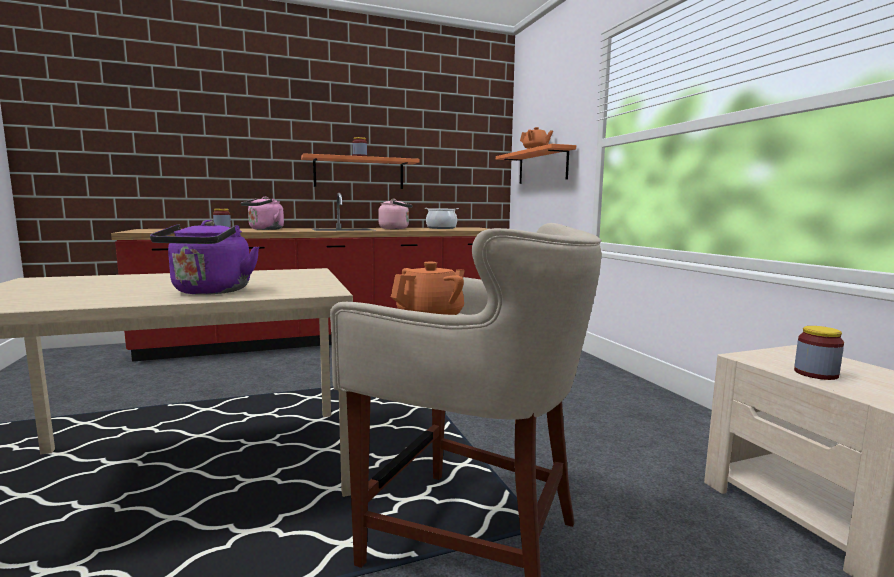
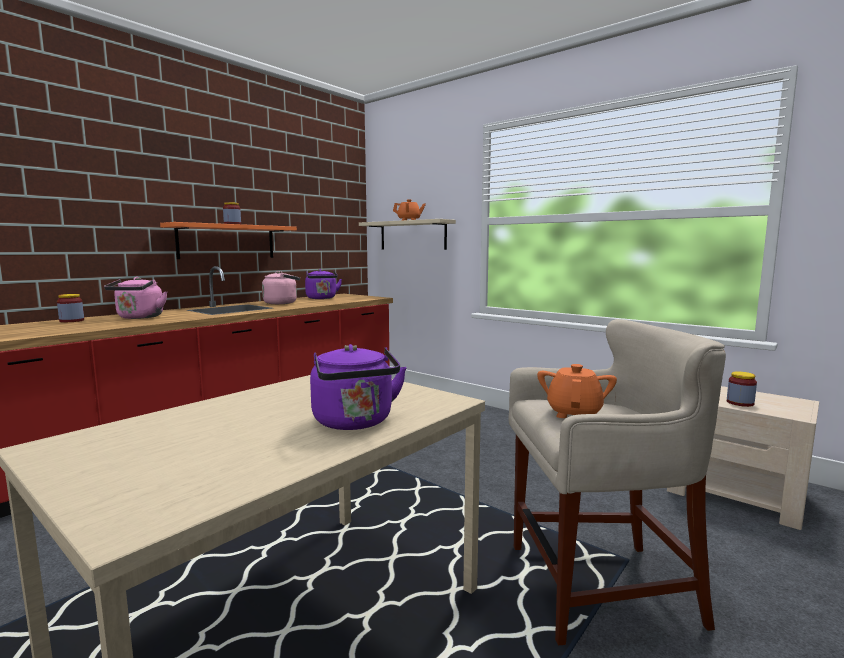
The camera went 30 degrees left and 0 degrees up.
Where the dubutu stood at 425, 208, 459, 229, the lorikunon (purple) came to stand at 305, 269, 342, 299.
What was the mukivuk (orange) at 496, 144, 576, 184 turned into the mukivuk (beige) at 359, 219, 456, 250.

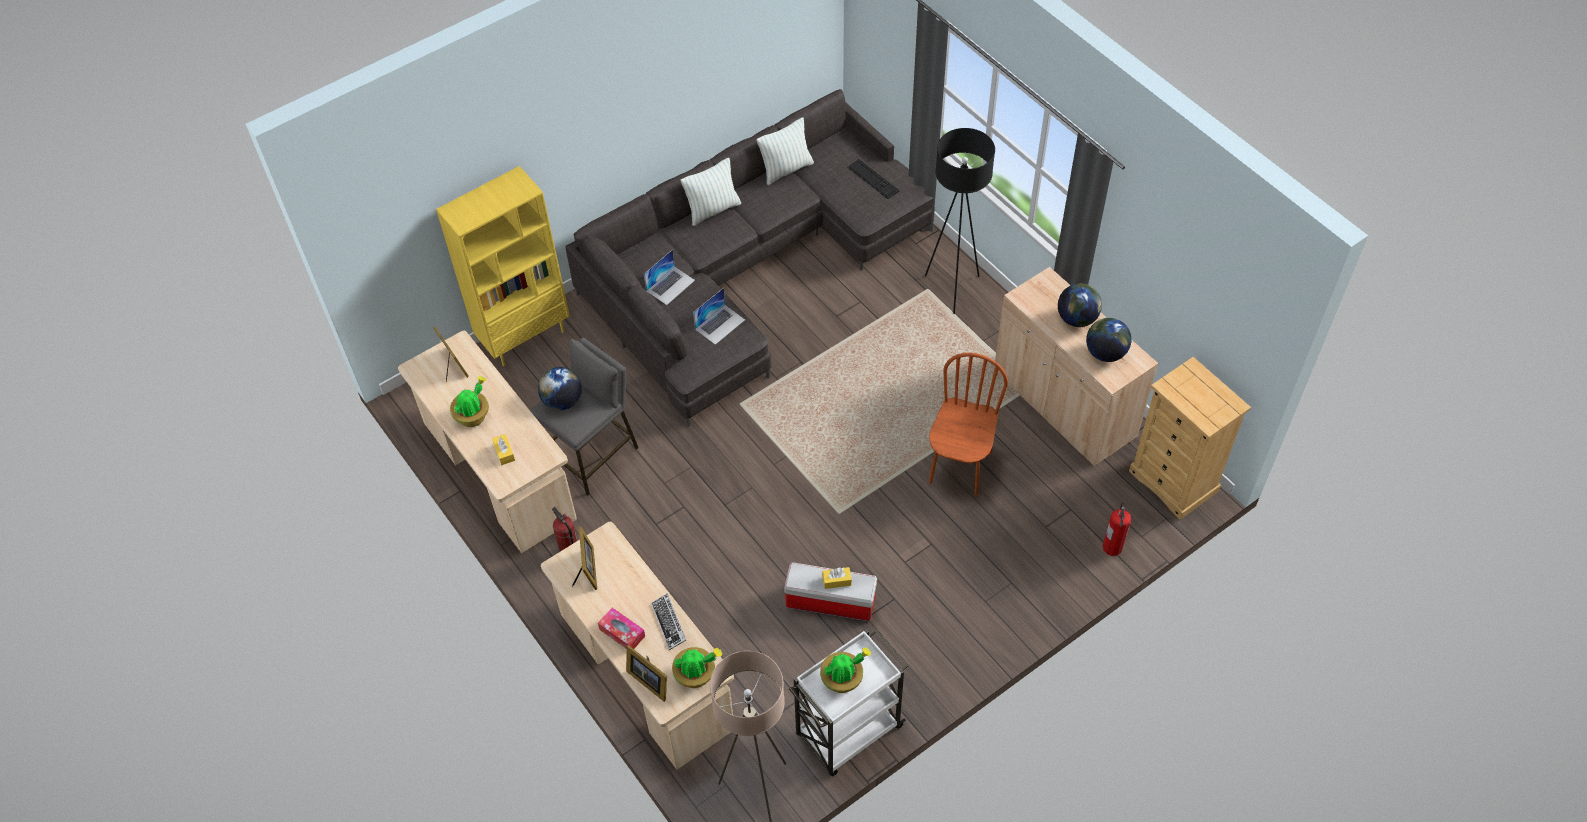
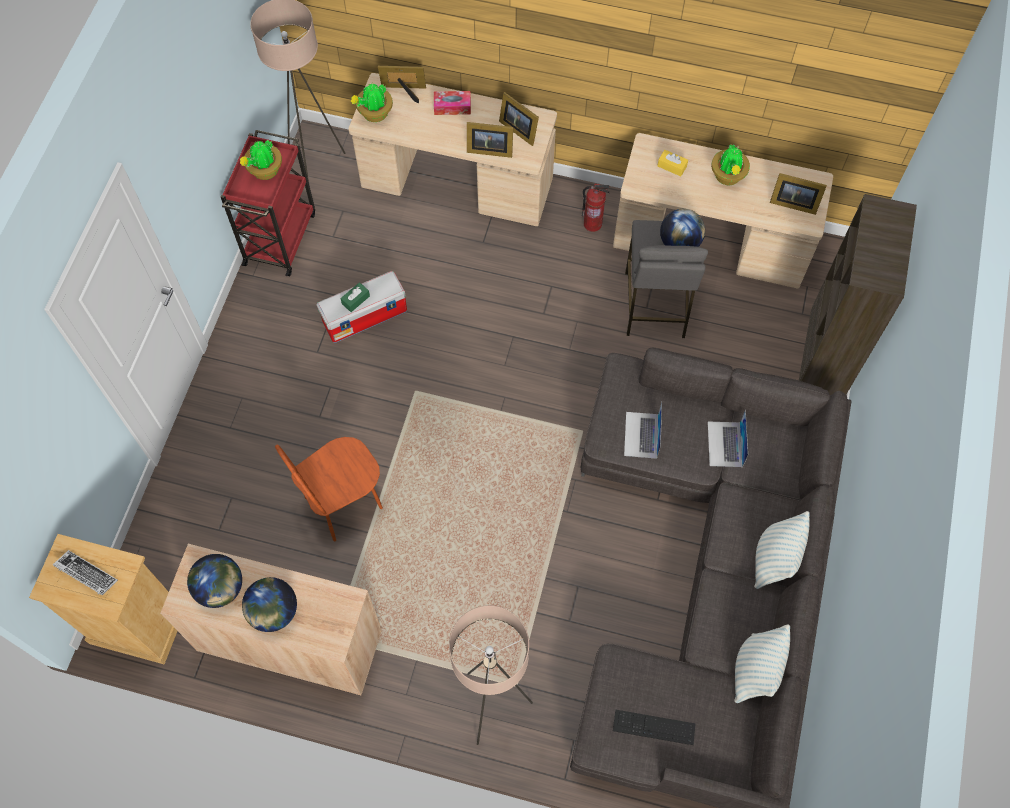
The camera went 140 degrees right and 10 degrees up.
The second view lost the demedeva at 1103, 502, 1131, 556.
The second view gained the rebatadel at 467, 122, 513, 158.
The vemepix ended up elsewhere, having gone from 651, 594, 686, 650 to 53, 550, 118, 596.
What was the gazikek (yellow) at 436, 166, 570, 366 turned into the gazikek (brown) at 799, 194, 917, 395.
What was the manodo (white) at 789, 629, 908, 776 turned into the manodo (red) at 221, 130, 315, 276.
What was the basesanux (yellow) at 822, 567, 852, 589 turned into the basesanux (green) at 341, 282, 370, 312.
What was the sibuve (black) at 925, 128, 995, 314 turned into the sibuve (beige) at 449, 605, 533, 745.
The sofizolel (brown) at 929, 353, 1008, 496 ended up facing another way, 75 degrees clockwise from before.

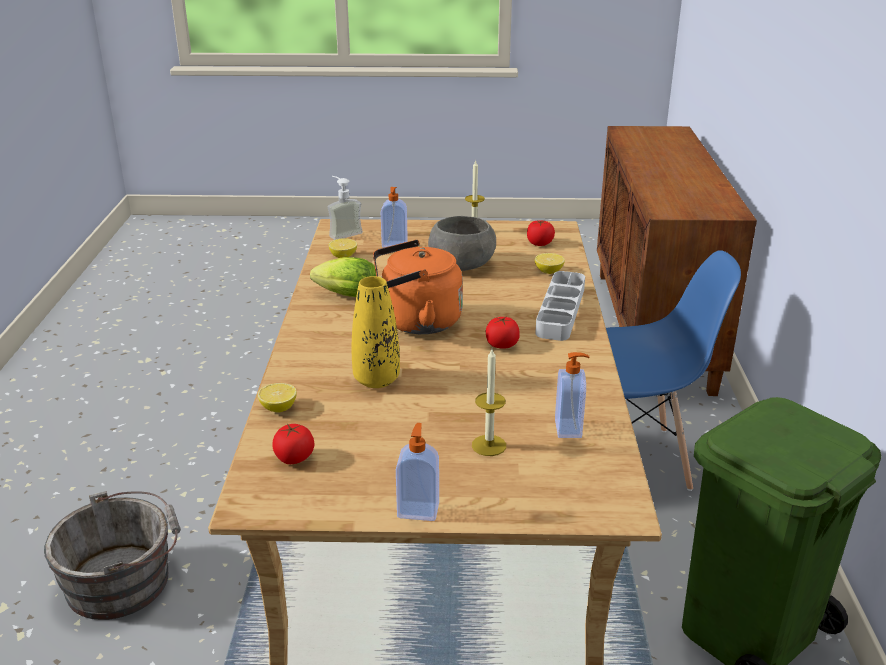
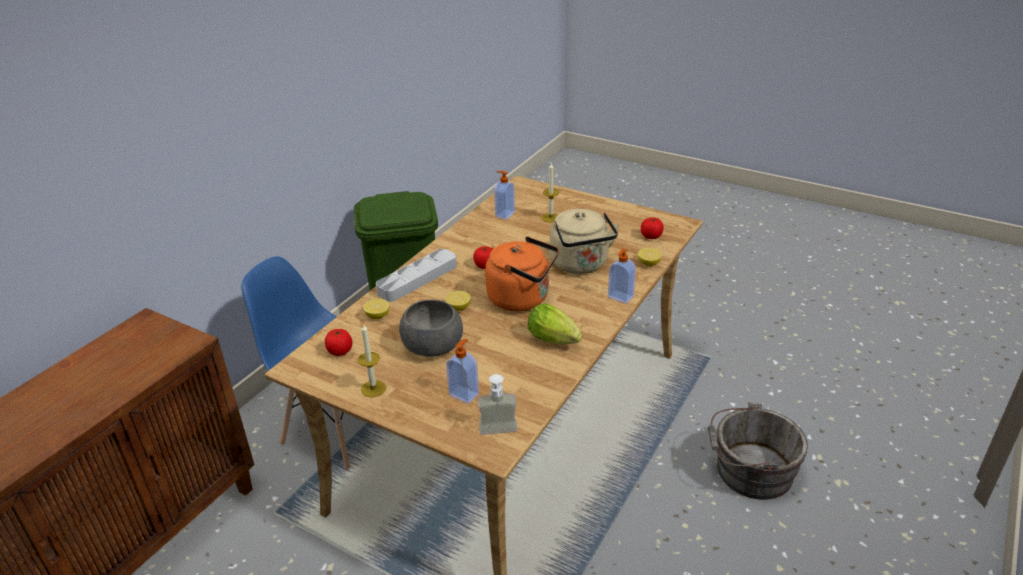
The camera went 150 degrees left and 5 degrees up.
The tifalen ended up elsewhere, having gone from 329, 238, 357, 258 to 445, 291, 471, 311.
The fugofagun ended up elsewhere, having gone from 396, 423, 439, 521 to 608, 249, 636, 304.
Where the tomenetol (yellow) stood at 352, 276, 400, 388, the lorikunon (beige) came to stand at 550, 209, 620, 274.

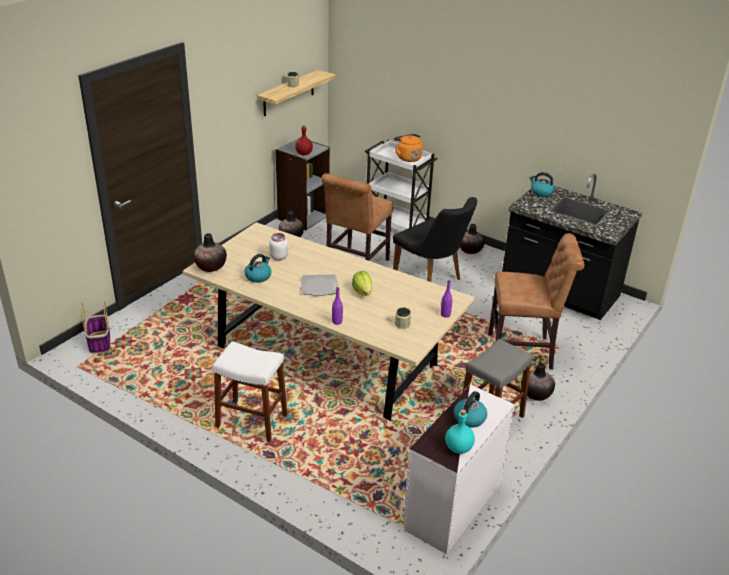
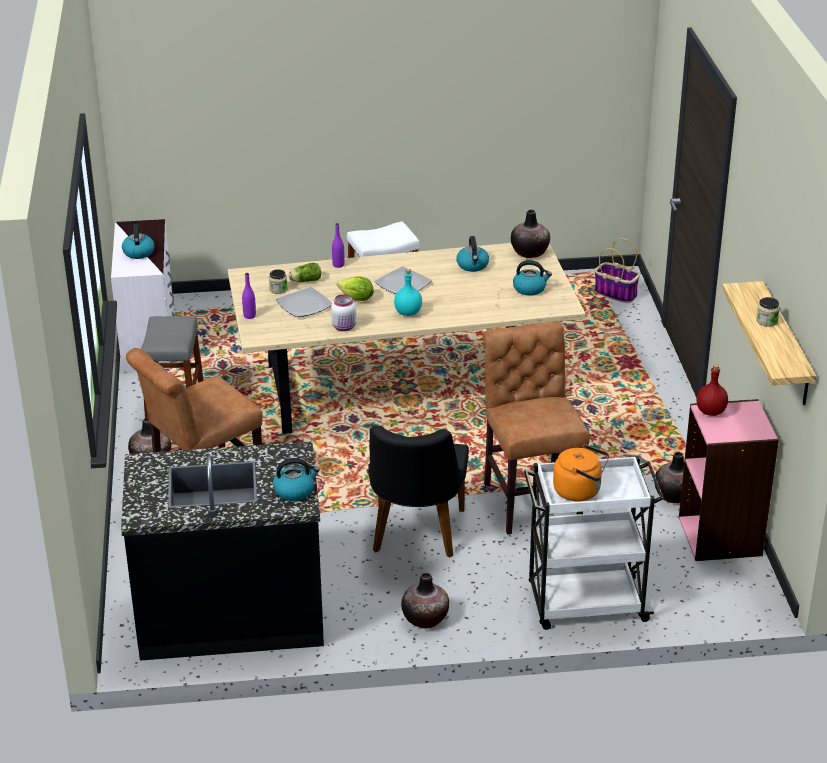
The camera went 140 degrees right and 0 degrees up.
The second view gained the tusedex at 276, 287, 332, 317.
The second view gained the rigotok at 289, 263, 321, 282.
The second view gained the lorikunon at 513, 260, 552, 296.
The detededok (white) ended up elsewhere, having gone from 269, 233, 288, 260 to 331, 294, 356, 331.
The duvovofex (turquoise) ended up elsewhere, having gone from 445, 409, 475, 454 to 394, 269, 422, 316.
What was the gazikek (grey) at 275, 138, 330, 230 turned into the gazikek (pink) at 679, 399, 779, 561.
The sofizolel (black) at 393, 197, 477, 282 ended up facing another way, 90 degrees counterclockwise from before.

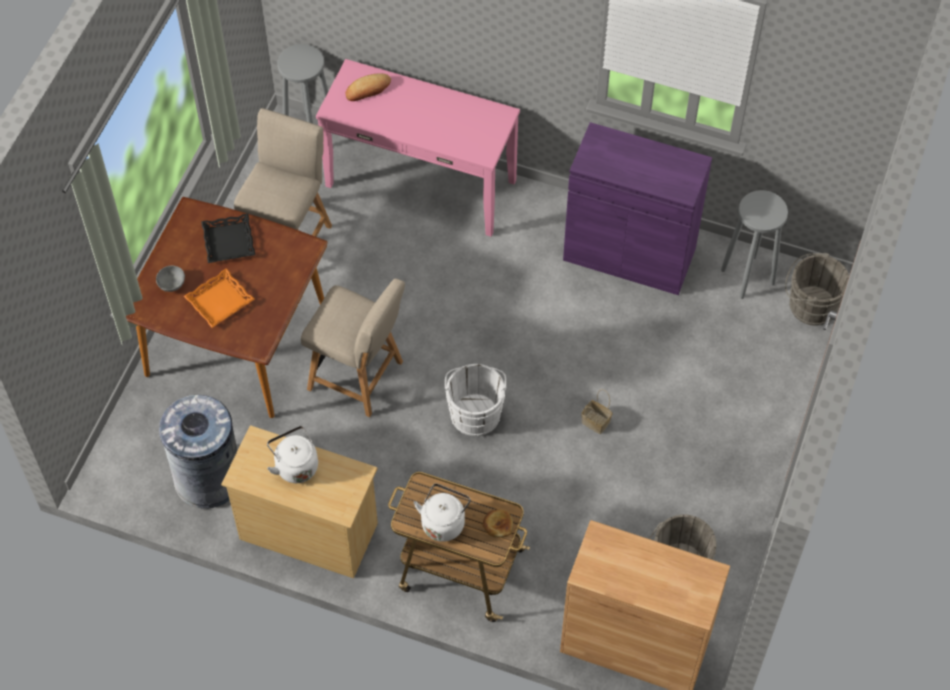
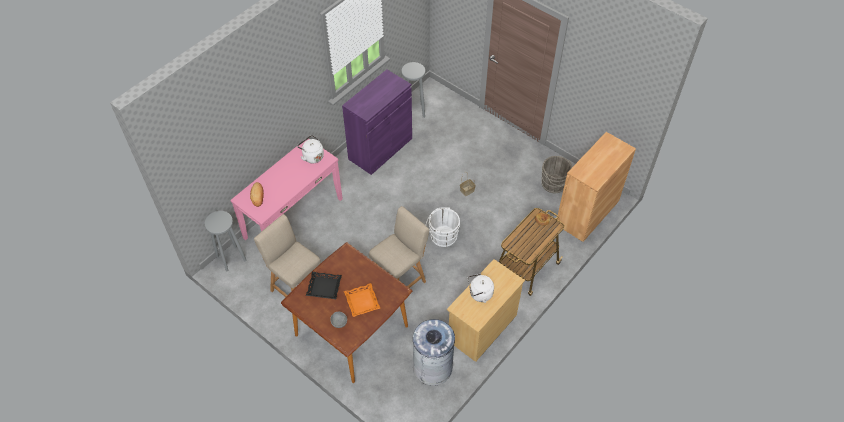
The camera went 70 degrees left and 5 degrees down.
The second view lost the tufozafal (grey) at 785, 253, 849, 326.
The lorikunon (white) ended up elsewhere, having gone from 414, 484, 471, 542 to 297, 135, 324, 163.

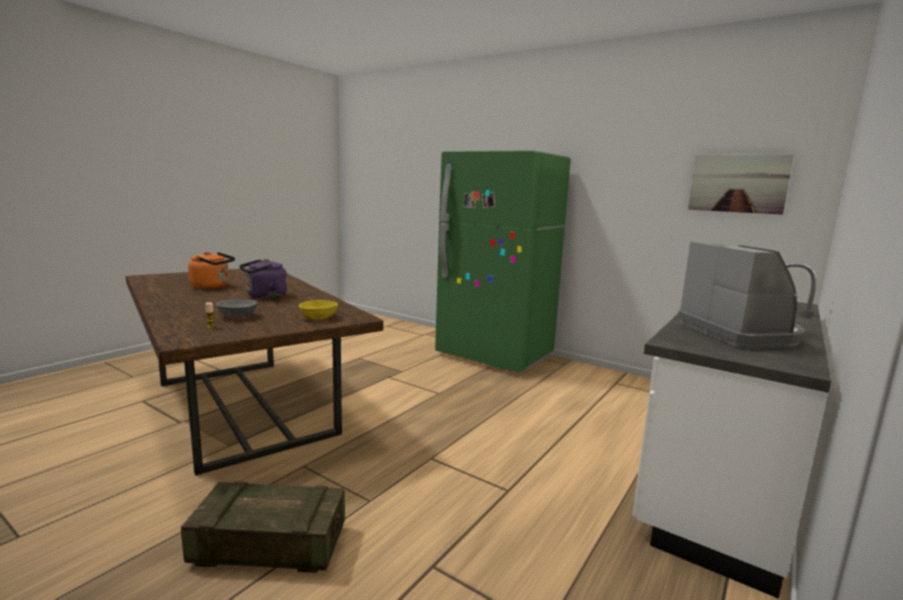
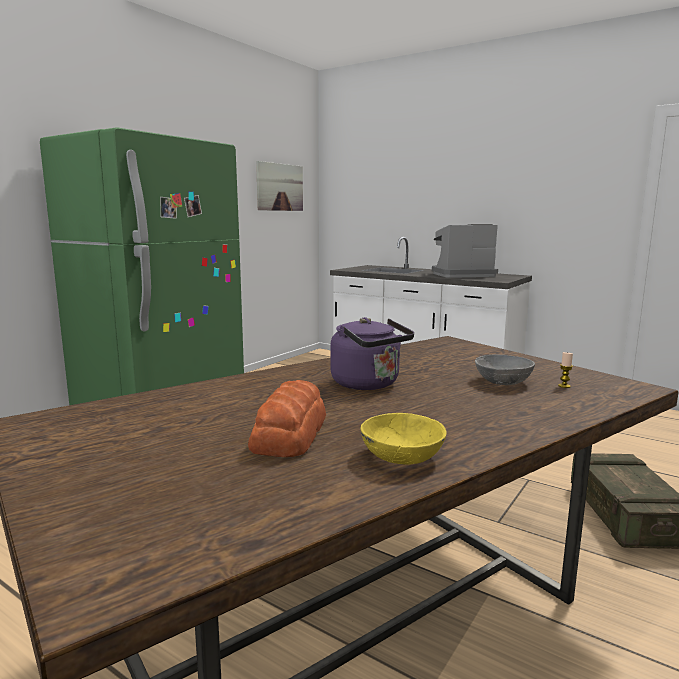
The camera went 90 degrees left and 0 degrees up.
The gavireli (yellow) ended up elsewhere, having gone from 299, 300, 338, 319 to 361, 413, 447, 465.
Where the lorikunon (orange) stood at 188, 252, 235, 289, the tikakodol came to stand at 248, 380, 326, 457.

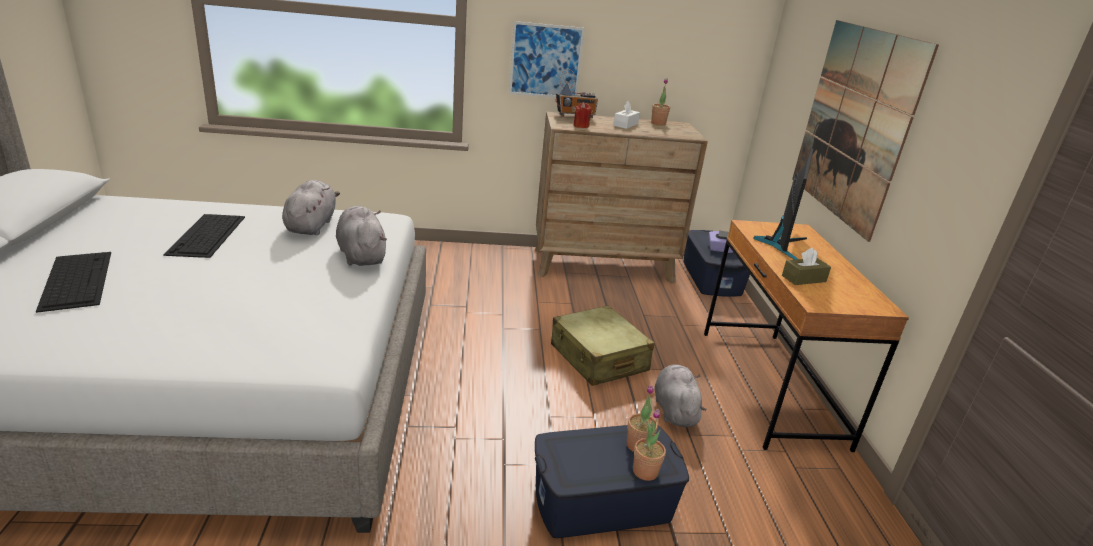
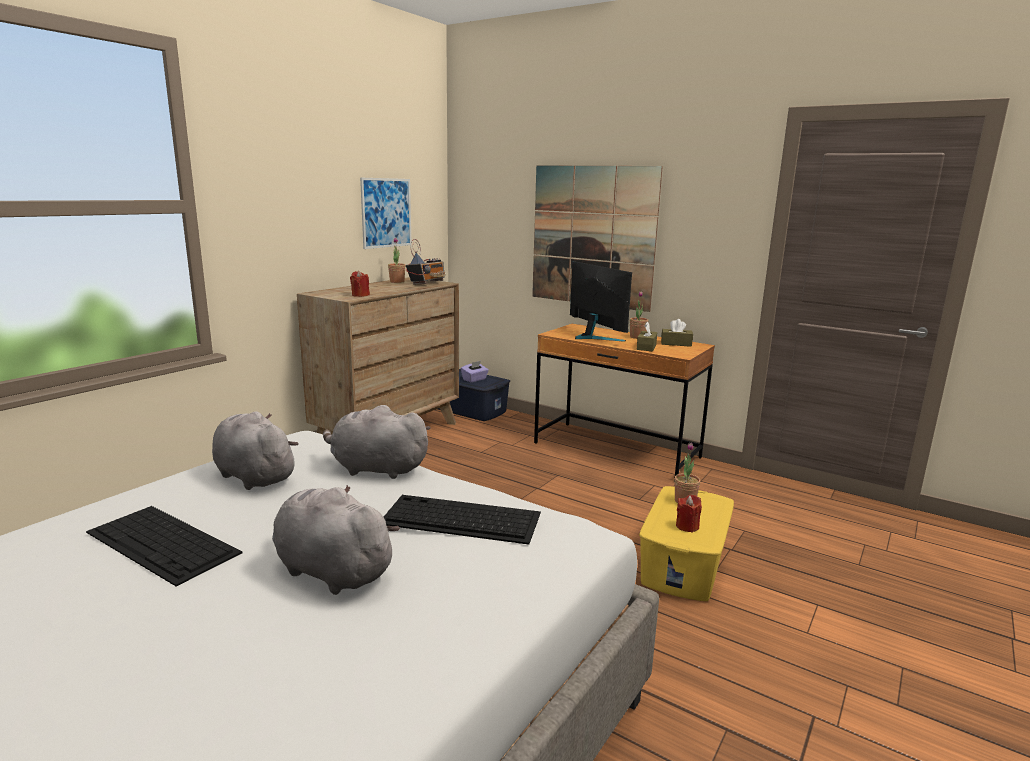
The camera went 50 degrees left and 10 degrees down.
The second view lost the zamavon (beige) at 551, 305, 654, 386.
The second view lost the basesanux (white) at 613, 101, 640, 129.
The second view gained the basesanux (brown) at 661, 319, 693, 347.
The second view gained the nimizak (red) at 676, 495, 702, 532.
The vemepix ended up elsewhere, having gone from 36, 252, 111, 313 to 384, 495, 541, 545.
The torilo ended up elsewhere, having gone from 509, 21, 585, 98 to 360, 178, 412, 249.
The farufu ended up elsewhere, having gone from 555, 69, 598, 118 to 406, 239, 446, 285.
The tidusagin ended up elsewhere, having gone from 633, 409, 666, 481 to 630, 291, 648, 339.
The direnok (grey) ended up elsewhere, having gone from 654, 364, 707, 427 to 272, 485, 400, 595.
What was the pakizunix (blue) at 535, 425, 689, 538 turned into the pakizunix (yellow) at 639, 486, 734, 601.

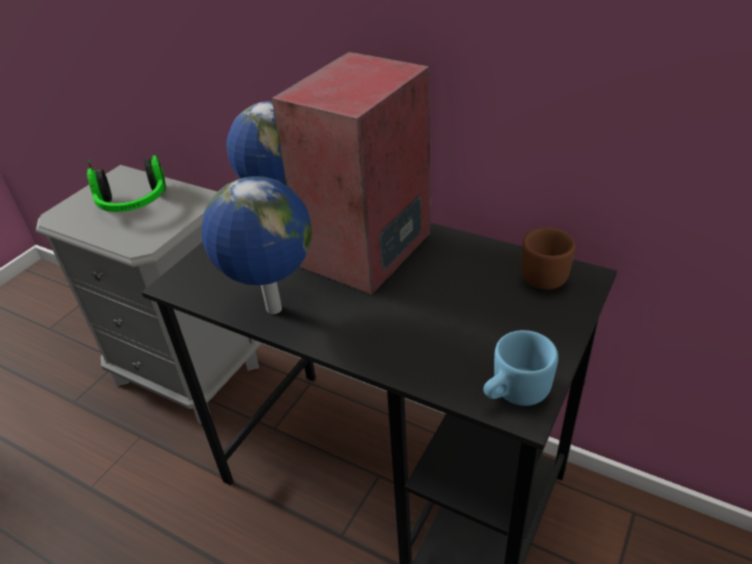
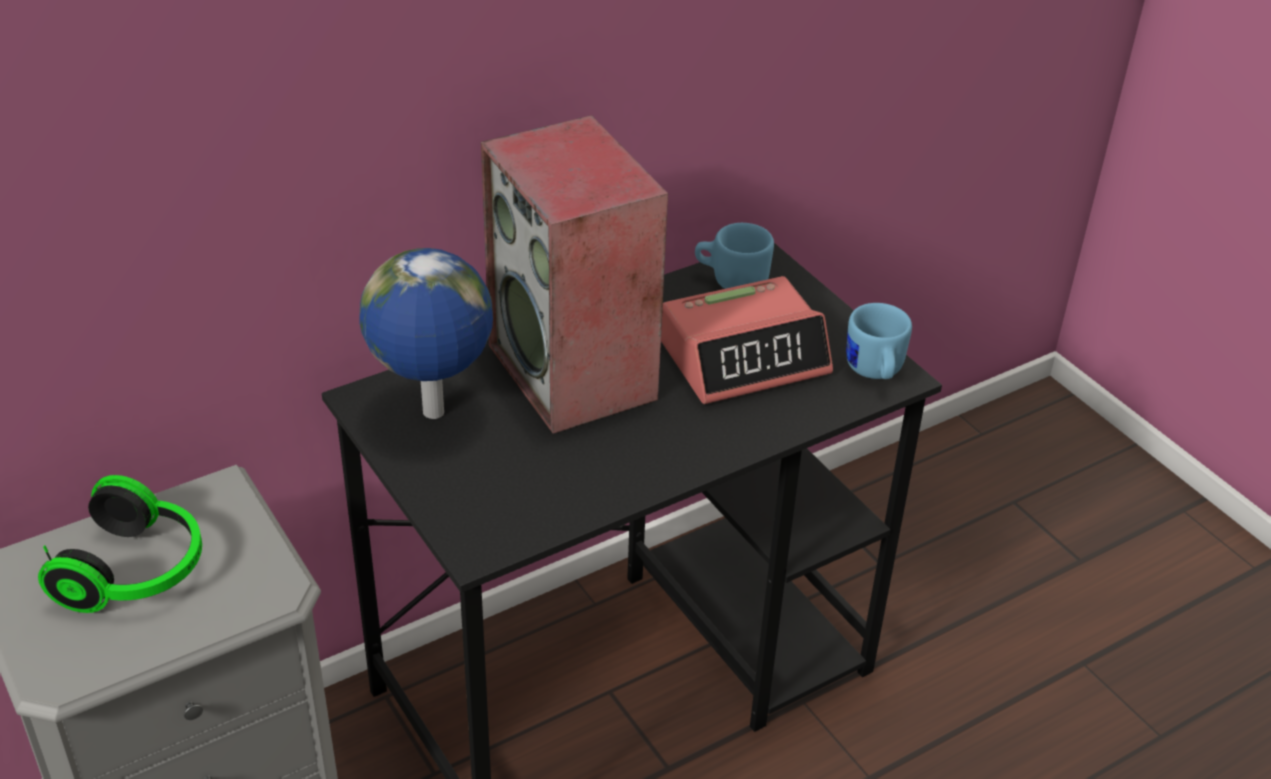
The camera went 65 degrees left and 0 degrees up.
The second view lost the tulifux at 202, 176, 312, 314.
The second view gained the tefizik at 661, 276, 833, 404.
What was the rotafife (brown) at 521, 228, 576, 289 turned into the rotafife (blue) at 695, 223, 774, 289.

